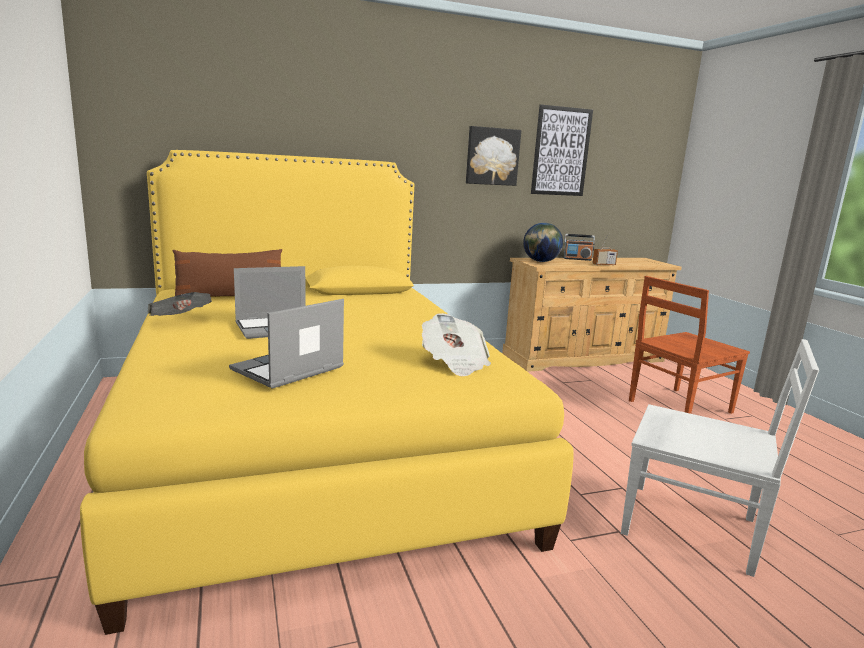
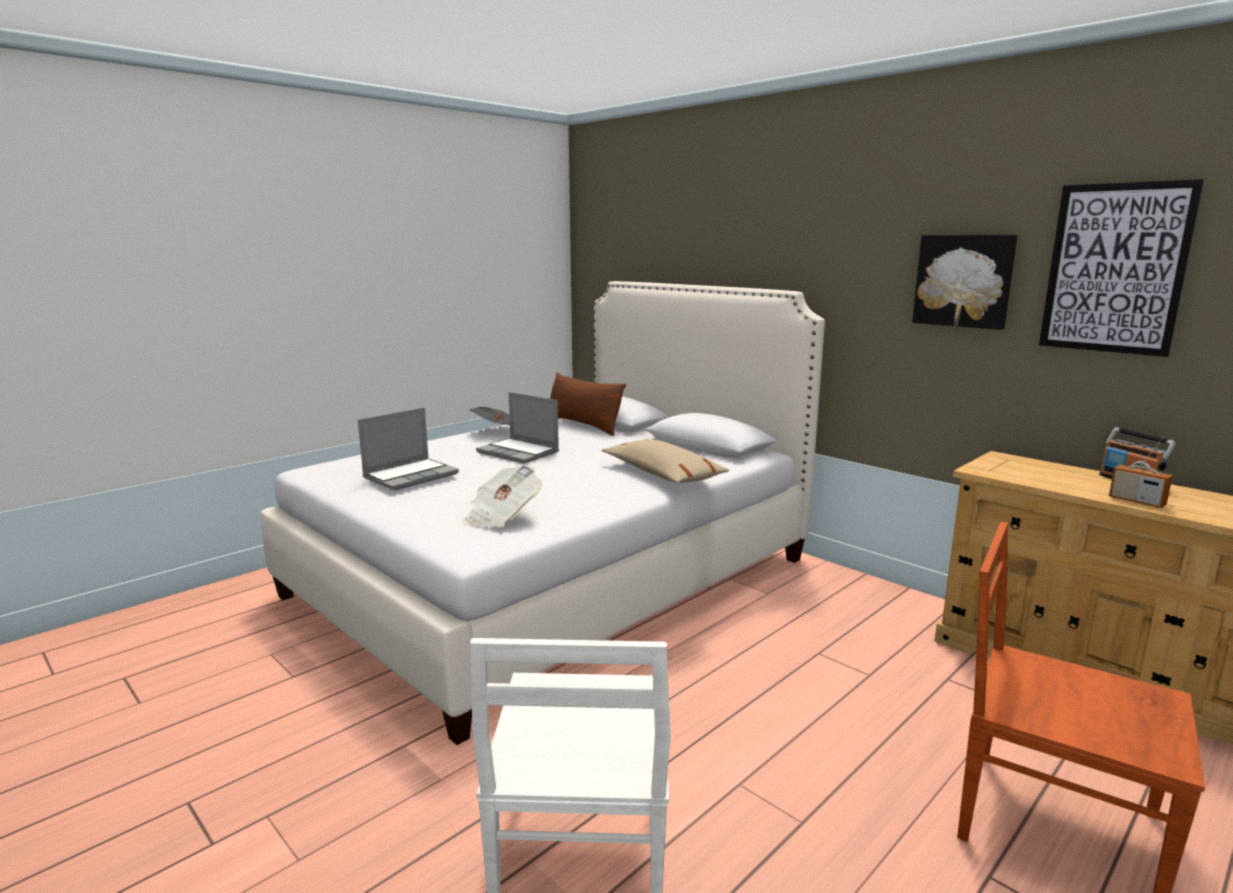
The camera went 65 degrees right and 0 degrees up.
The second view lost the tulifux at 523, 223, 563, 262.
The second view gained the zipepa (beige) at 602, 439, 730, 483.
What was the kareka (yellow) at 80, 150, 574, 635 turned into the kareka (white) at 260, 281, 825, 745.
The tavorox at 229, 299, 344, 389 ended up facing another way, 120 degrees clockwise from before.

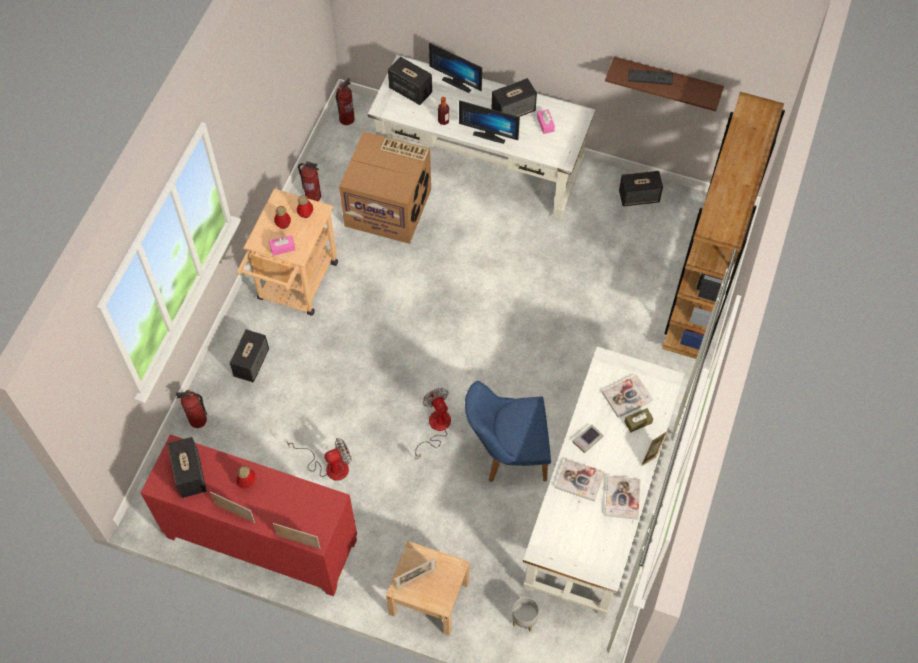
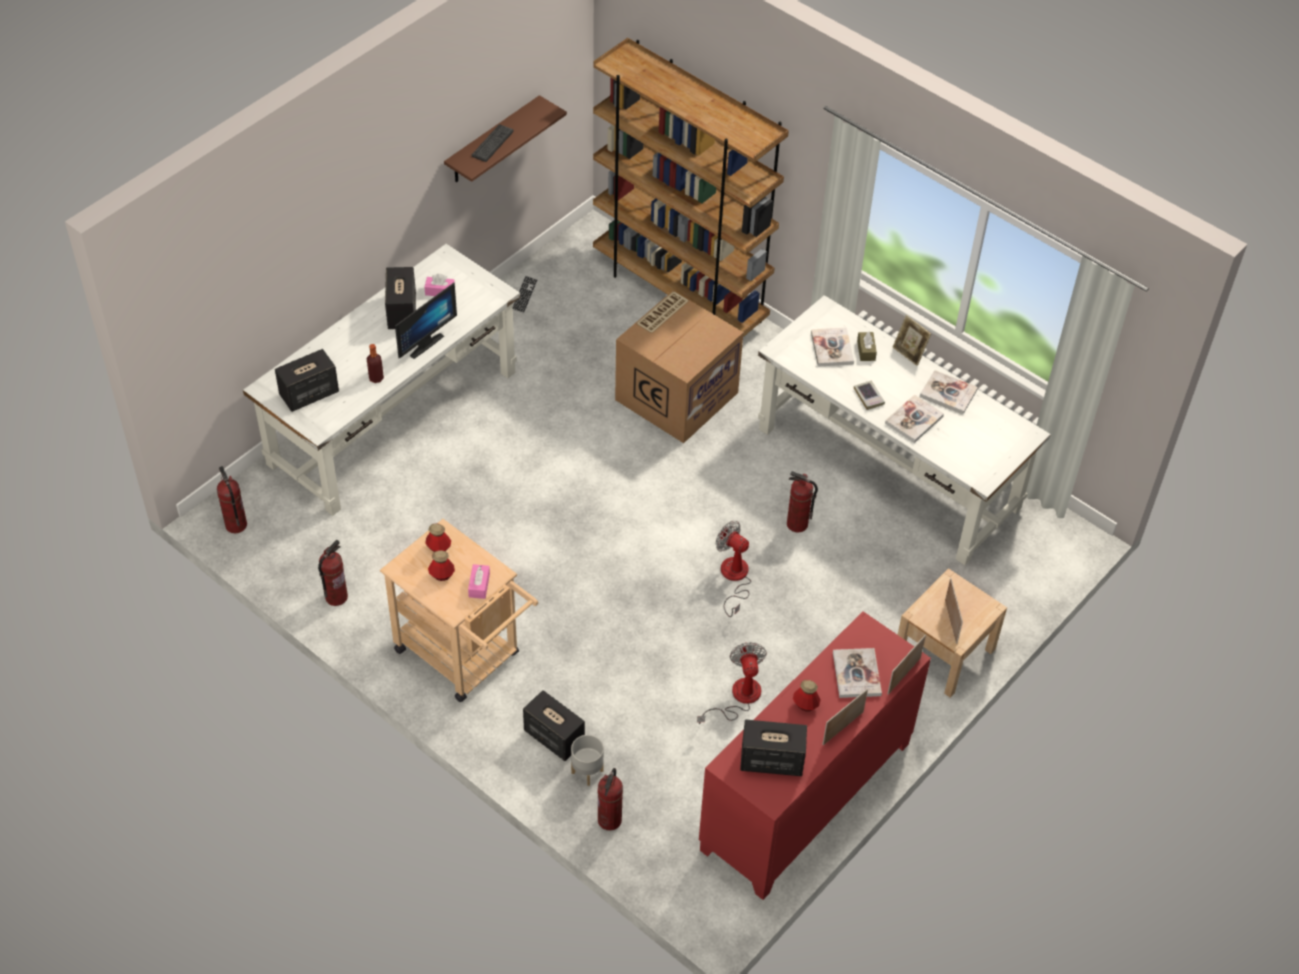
The camera went 70 degrees left and 10 degrees down.
The second view lost the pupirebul at 429, 43, 482, 93.
The second view gained the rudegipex at 833, 648, 882, 698.
The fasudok ended up elsewhere, having gone from 339, 131, 431, 244 to 615, 291, 744, 443.
The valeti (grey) ended up elsewhere, having gone from 512, 597, 539, 631 to 571, 735, 604, 786.
Where the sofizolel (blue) stood at 465, 381, 551, 482, the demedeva came to stand at 787, 471, 818, 532.
Where the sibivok stood at 619, 171, 663, 206, the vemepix came to stand at 512, 275, 538, 314.
The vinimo at 415, 388, 451, 460 ended up facing another way, 45 degrees clockwise from before.

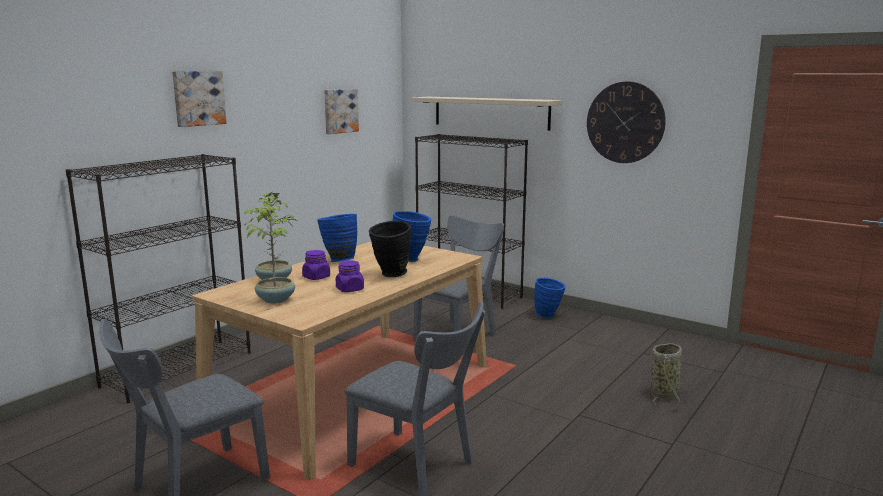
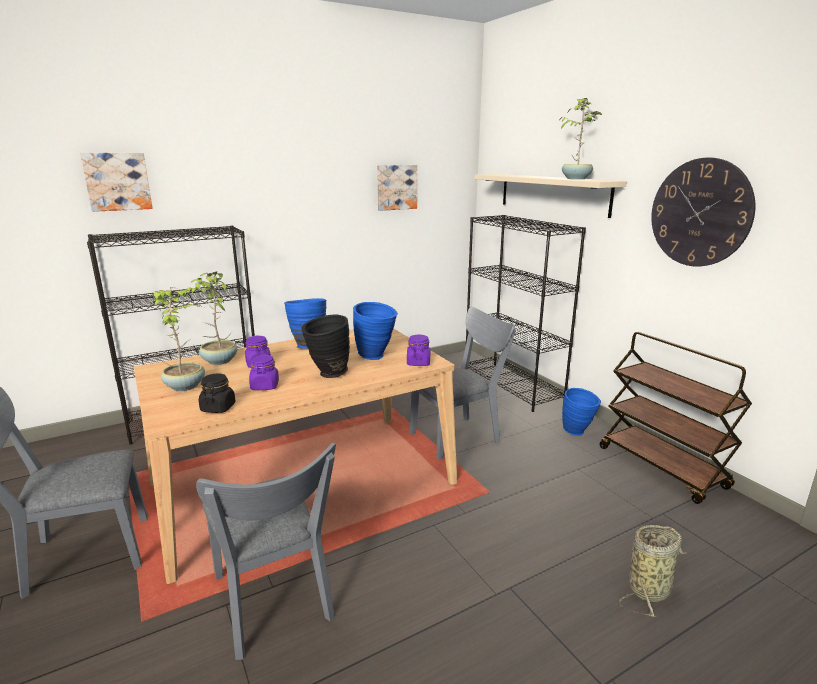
The camera went 25 degrees right and 5 degrees up.
The second view gained the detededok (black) at 199, 373, 236, 413.
The second view gained the detededok (purple) at 407, 335, 430, 366.
The second view gained the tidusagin at 560, 98, 602, 179.
The second view gained the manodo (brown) at 600, 332, 752, 504.
The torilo ended up elsewhere, having gone from 172, 71, 226, 127 to 80, 153, 153, 212.

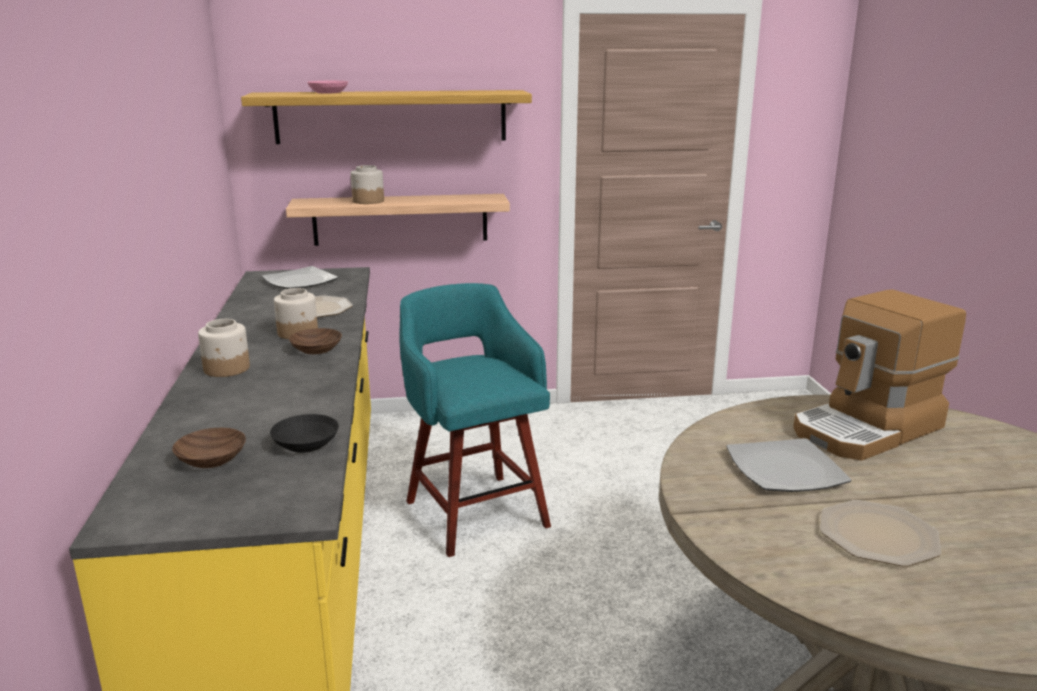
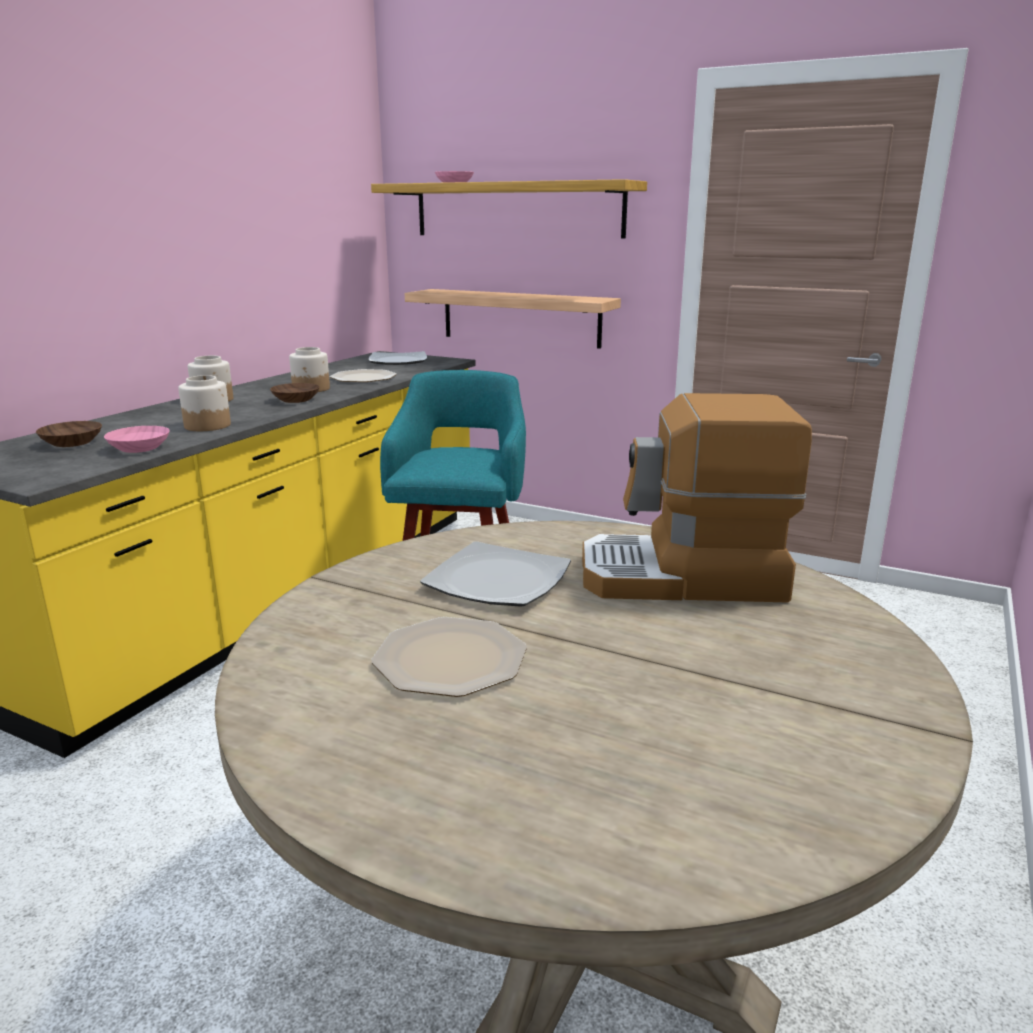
The camera went 35 degrees right and 0 degrees up.
The detededok ended up elsewhere, having gone from 351, 165, 384, 204 to 178, 375, 231, 431.
What was the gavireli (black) at 270, 414, 339, 453 turned into the gavireli (pink) at 104, 426, 170, 453.

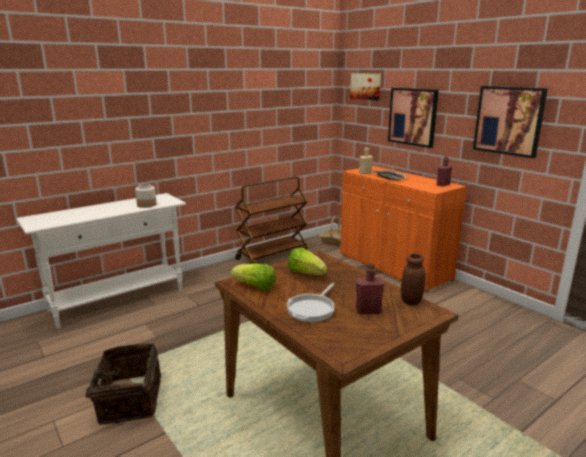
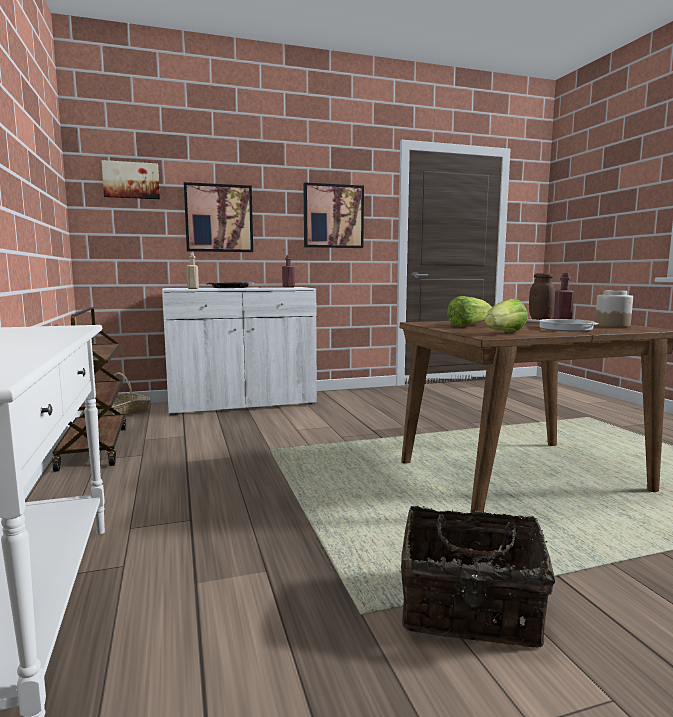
The camera went 70 degrees left and 10 degrees down.
The detededok ended up elsewhere, having gone from 135, 184, 157, 208 to 595, 290, 633, 327.
What was the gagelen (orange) at 340, 166, 467, 293 turned into the gagelen (white) at 162, 287, 317, 416.

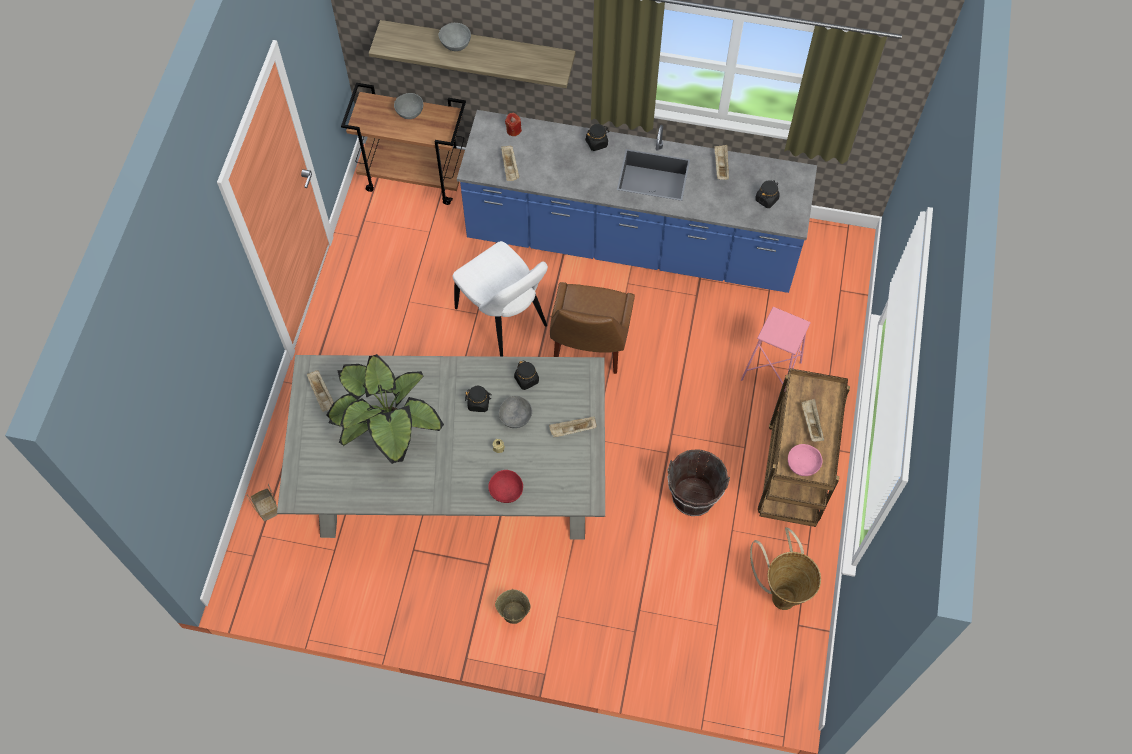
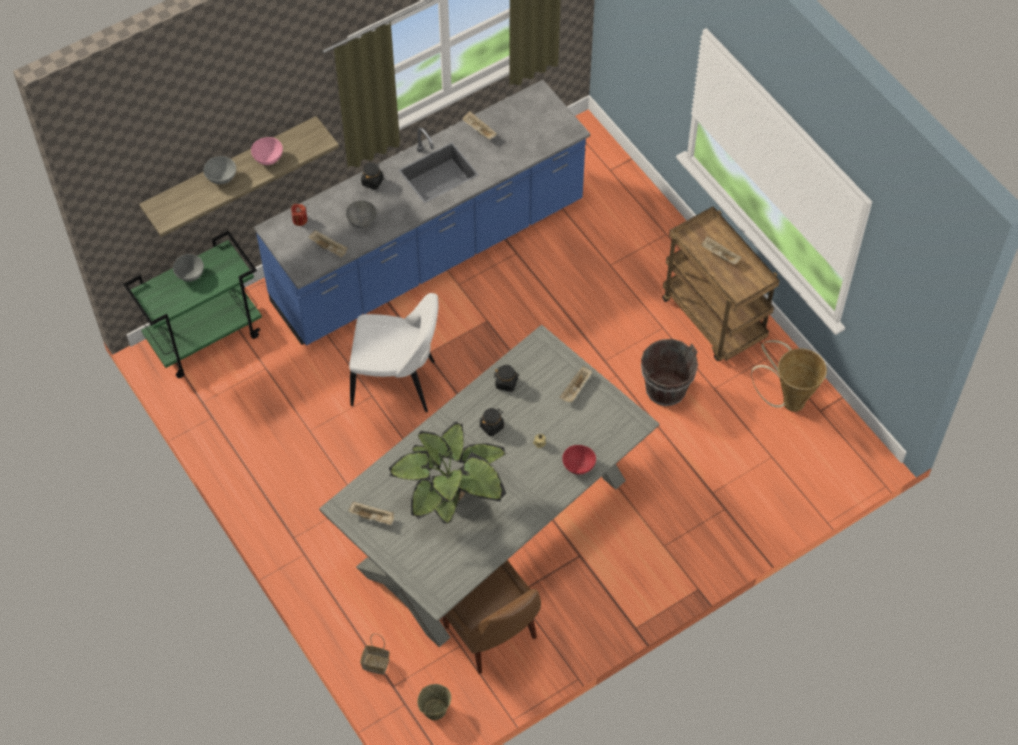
The camera went 45 degrees left and 5 degrees down.
The second view lost the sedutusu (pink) at 741, 307, 811, 391.
The second view lost the detededok (black) at 755, 180, 780, 208.
The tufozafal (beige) ended up elsewhere, having gone from 495, 589, 531, 624 to 417, 684, 451, 720.
The gavireli (grey) ended up elsewhere, having gone from 499, 396, 532, 428 to 346, 200, 377, 228.
The sofizolel (brown) ended up elsewhere, having gone from 550, 282, 635, 374 to 443, 560, 541, 674.
The gavireli (pink) ended up elsewhere, having gone from 788, 444, 823, 476 to 251, 137, 283, 165.
What was the manodo (brown) at 341, 83, 466, 205 turned into the manodo (green) at 123, 231, 262, 378.

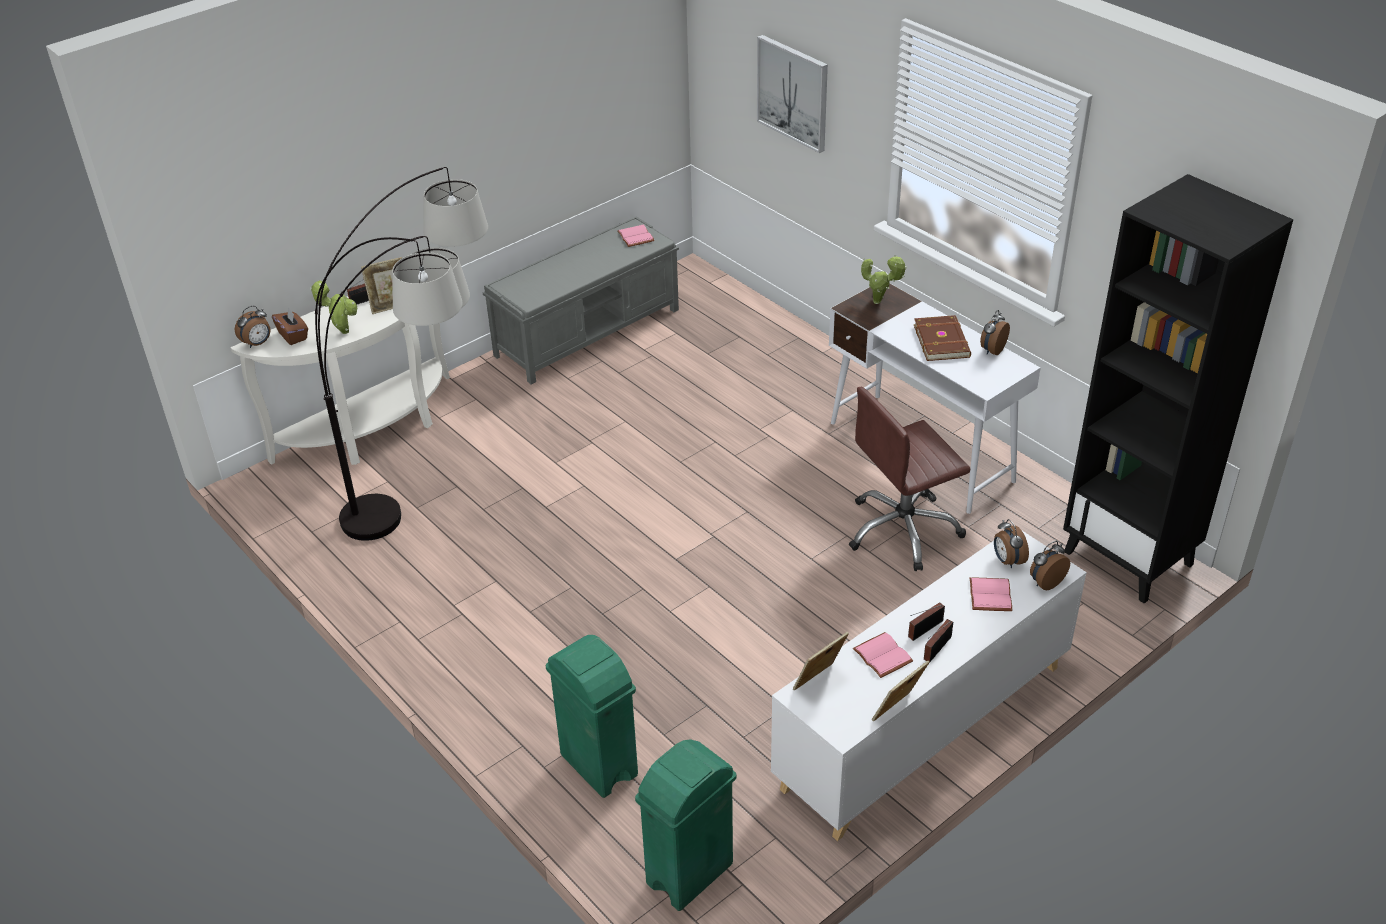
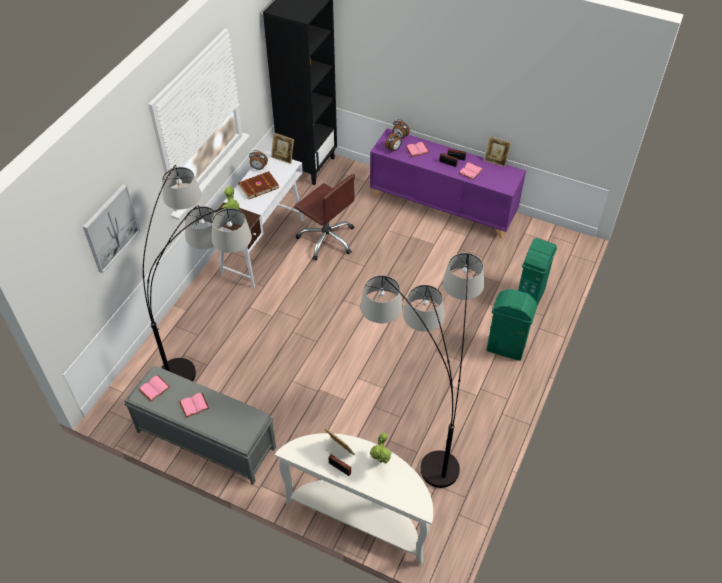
The camera went 115 degrees left and 10 degrees up.
The second view lost the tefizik at 235, 306, 271, 348.
The second view lost the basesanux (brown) at 272, 307, 308, 345.
The second view gained the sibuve at 142, 165, 252, 381.
The second view gained the rudegipex (pink) at 179, 393, 209, 418.
The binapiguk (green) ended up elsewhere, having gone from 635, 739, 737, 911 to 486, 289, 538, 361.
The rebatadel ended up elsewhere, having gone from 793, 632, 849, 690 to 271, 133, 294, 164.
What was the gagelen (white) at 771, 531, 1087, 841 turned into the gagelen (purple) at 370, 128, 526, 238.

